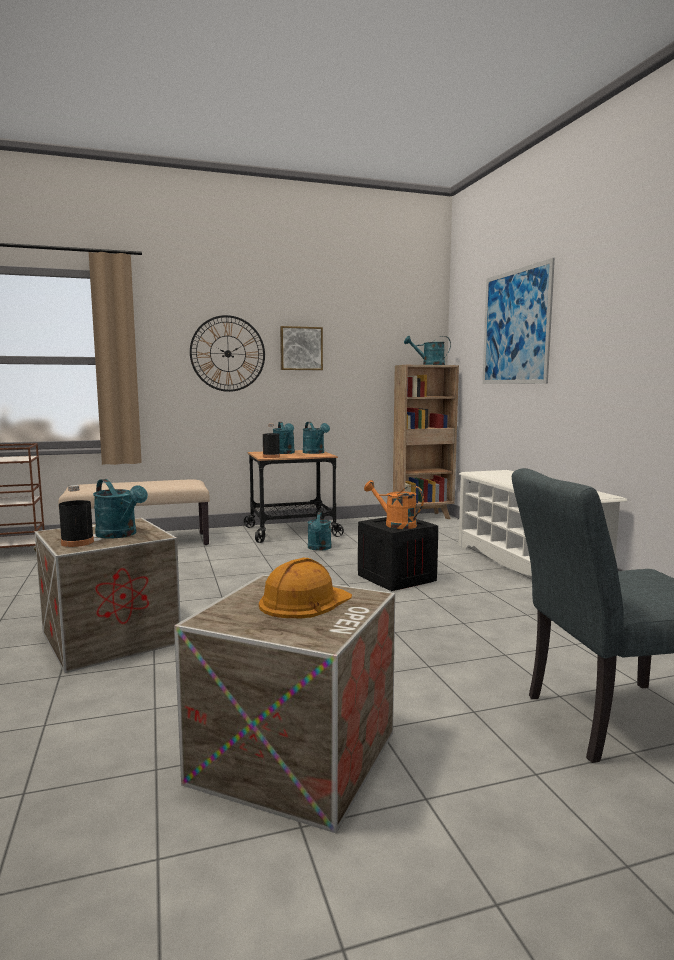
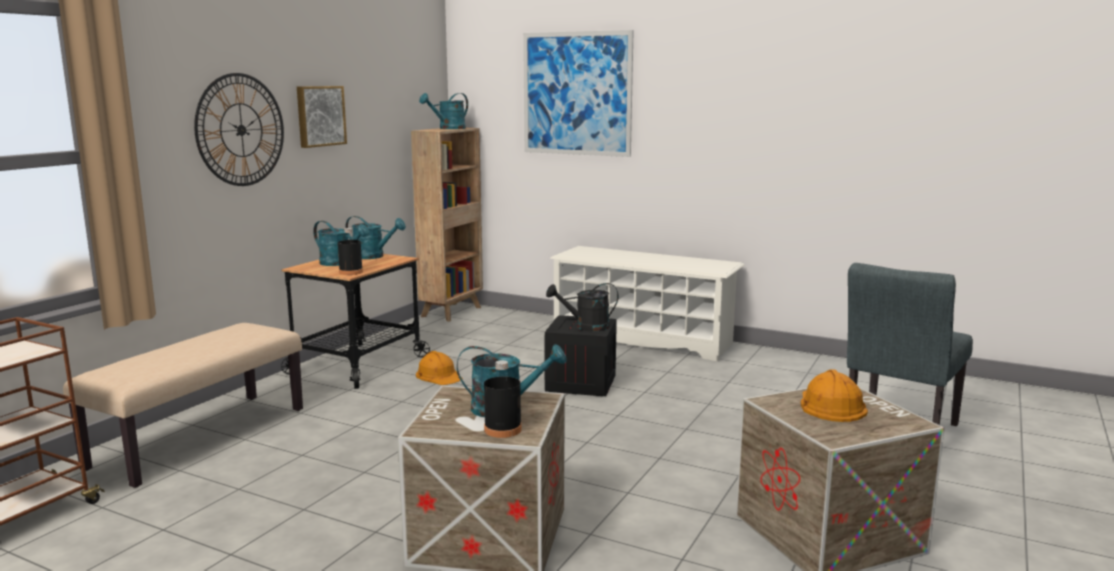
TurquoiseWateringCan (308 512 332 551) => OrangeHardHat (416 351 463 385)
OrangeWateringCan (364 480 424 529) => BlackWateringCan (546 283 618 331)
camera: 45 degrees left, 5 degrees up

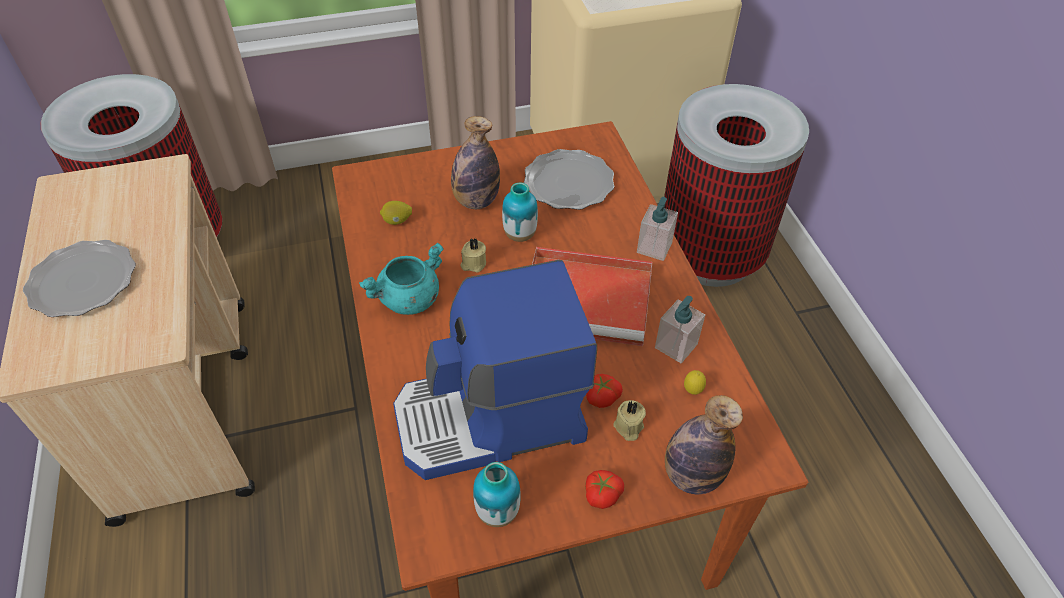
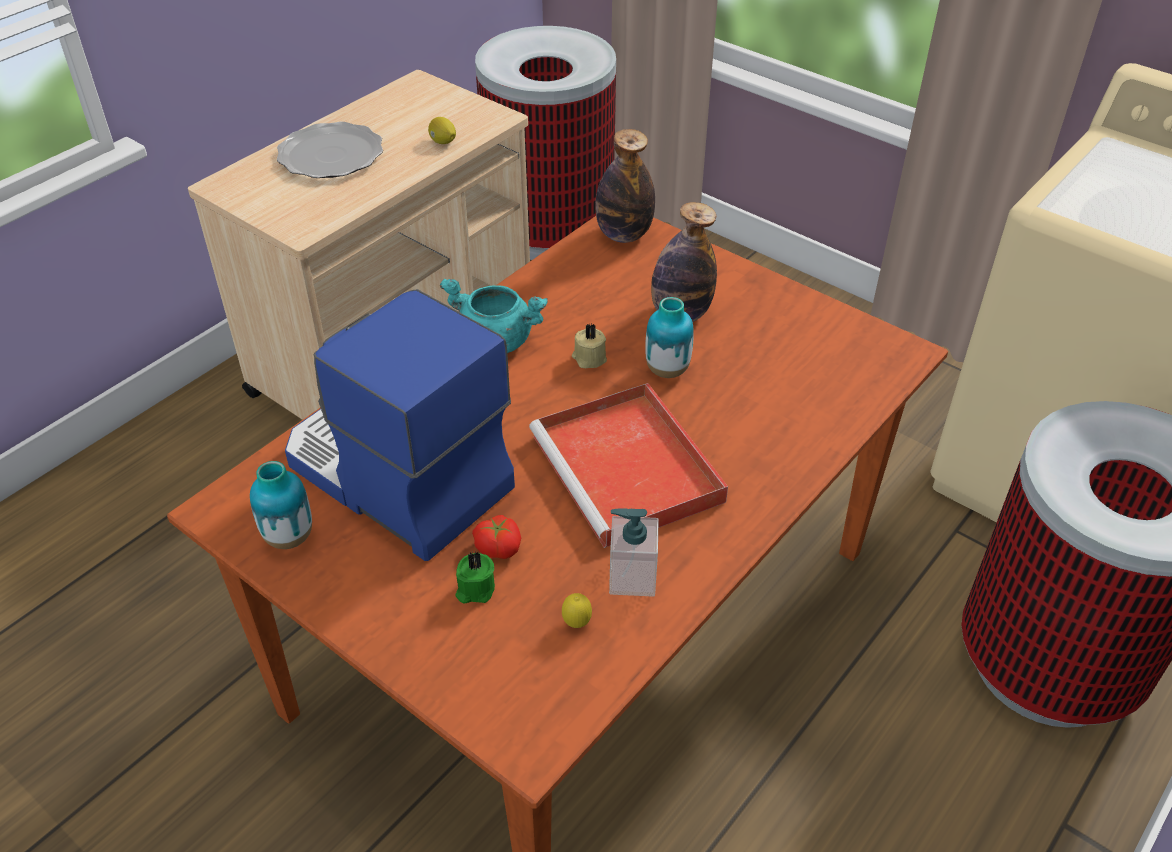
Lemon (380 201 412 225) => Lemon (428 117 456 144), move
BeigeCandle (613 400 646 441) => GreenCandle (455 551 495 603)
Bottle (665 395 743 494) => Bottle (595 129 655 243), move
Plate (524 149 615 210) => nothing
Tomato (585 470 624 509) => nothing
SoapDispenser (637 197 678 261) => nothing
camera: 55 degrees right, 5 degrees down

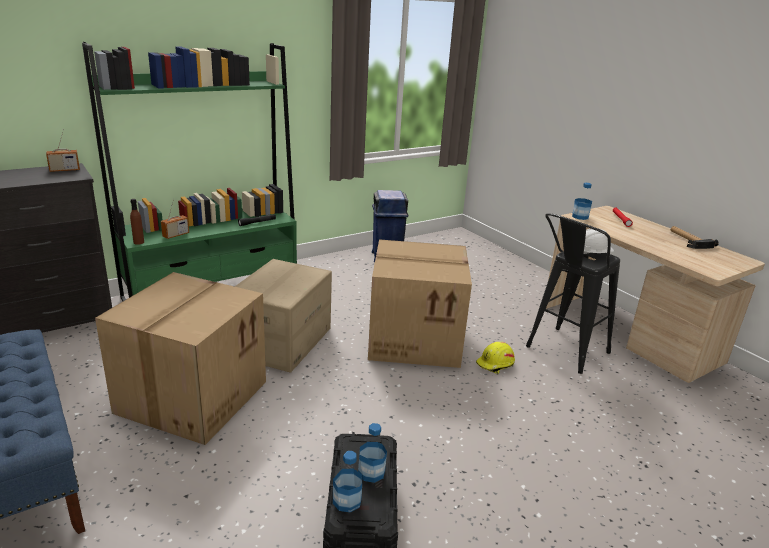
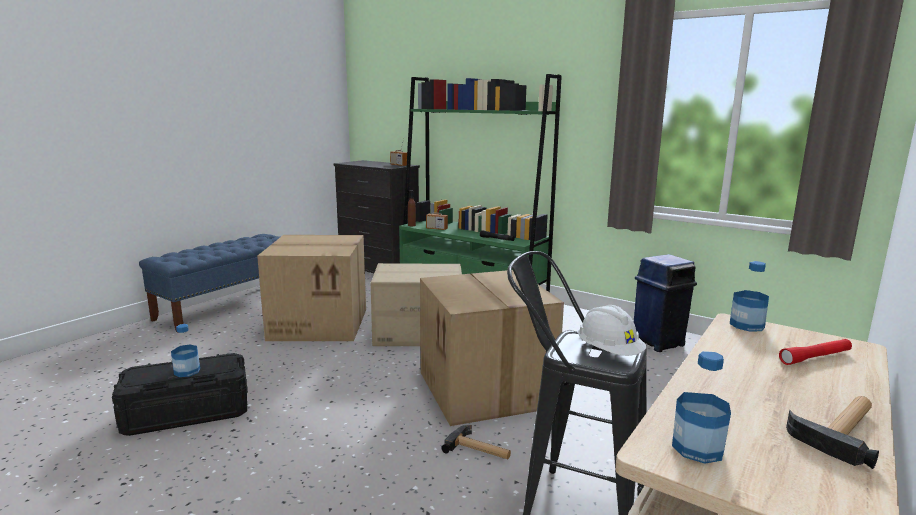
YellowHardHat (476 342 515 374) => Hammer (441 425 511 459)
Bottle (333 451 362 513) => Bottle (672 351 731 463), move
camera: 70 degrees right, 10 degrees down

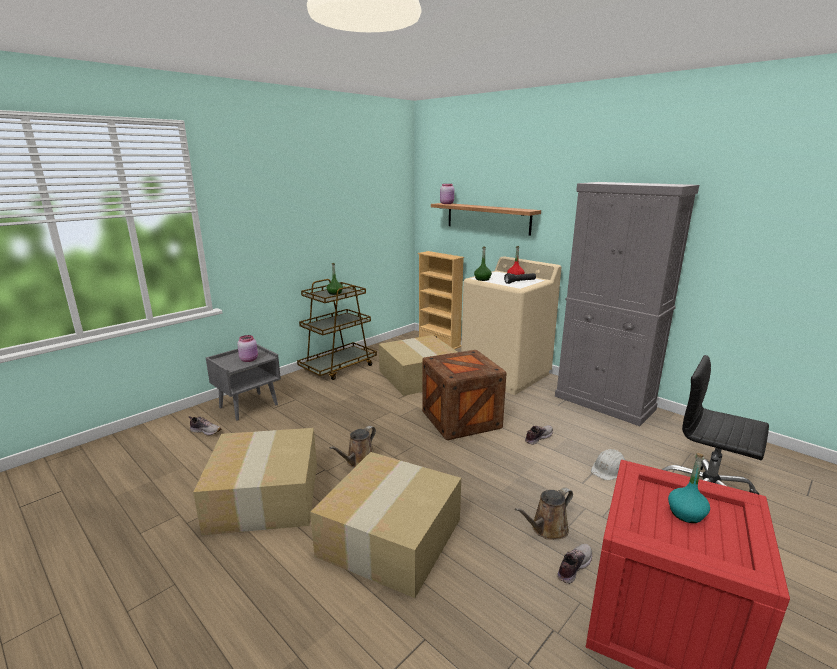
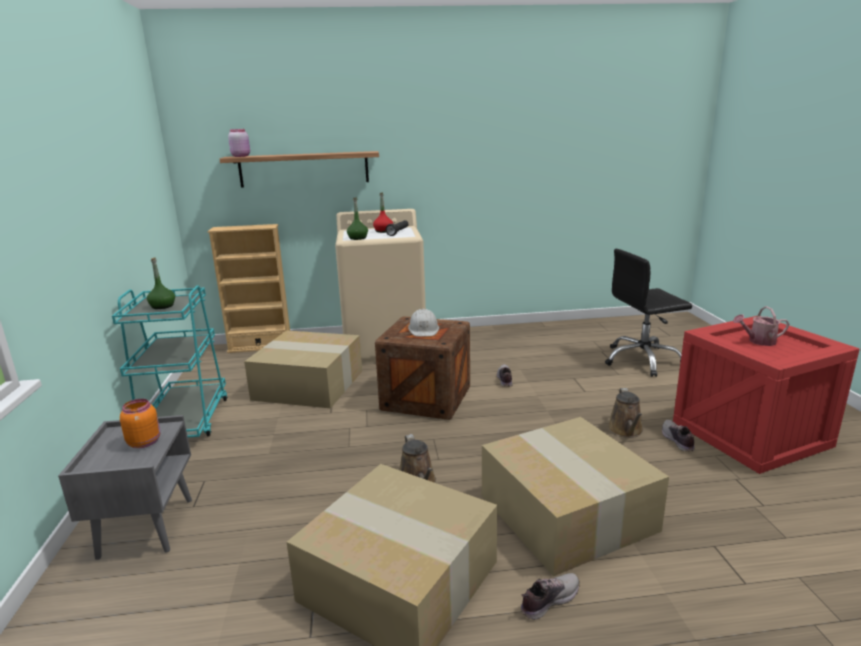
BrownCart (297 279 377 380) => TurquoiseCart (112 285 228 438)
PinkJar (237 335 258 362) => OrangeJar (120 399 160 448)
WhiteHardHat (591 449 625 481) => WhiteHardHat (408 309 439 337), move
Shoe (189 416 221 436) => Shoe (521 573 580 620), move
TurquoiseBottle (668 453 710 523) => WateringCan (733 306 789 346)
GreyCabinet (555 182 699 426) => nothing
camera: 50 degrees left, 0 degrees up

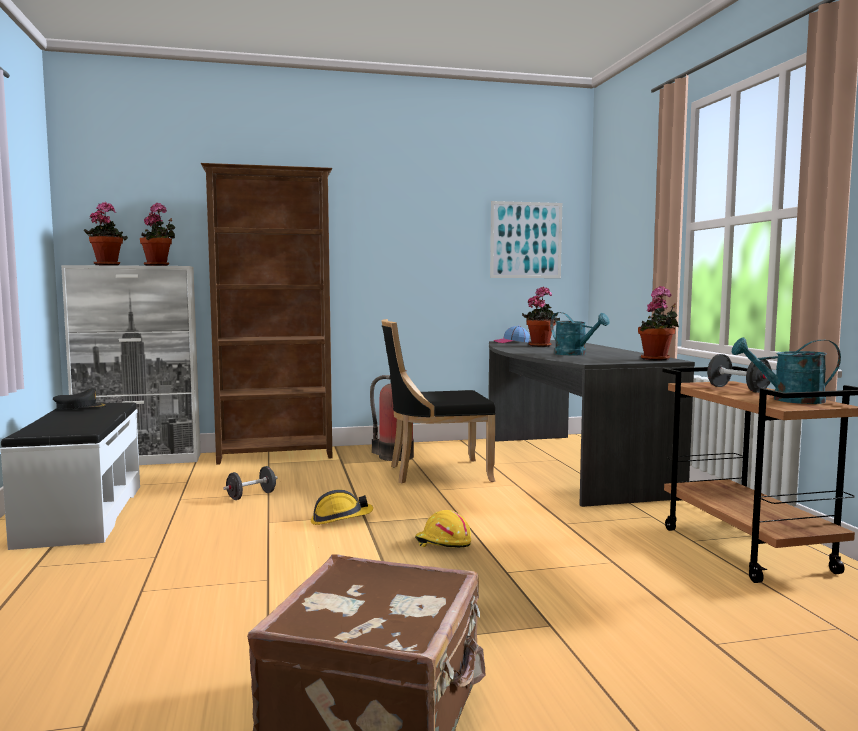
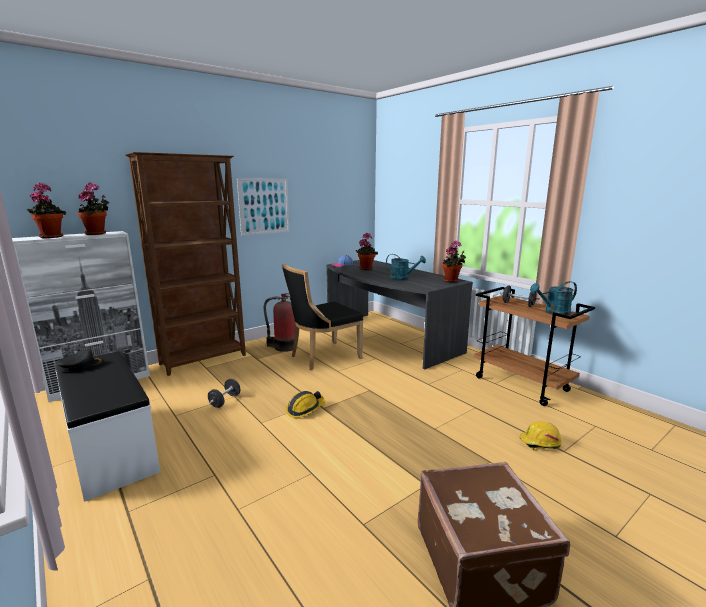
Picture (490 201 562 278) => Picture (237 179 289 236), move
YellowHardHat (415 510 471 548) => YellowHardHat (520 421 562 451), move
camera: 25 degrees left, 10 degrees up

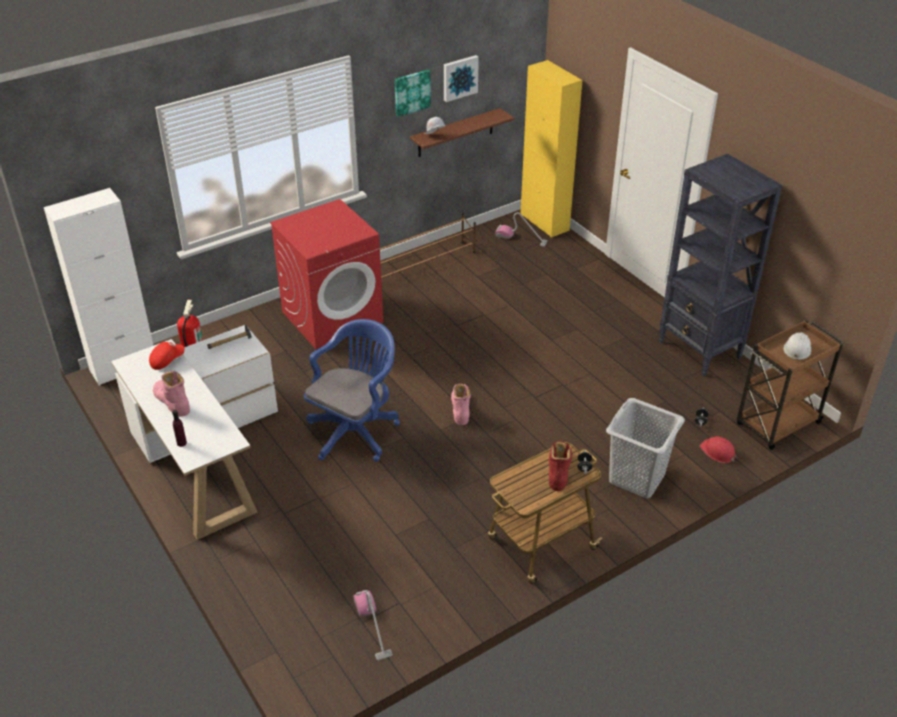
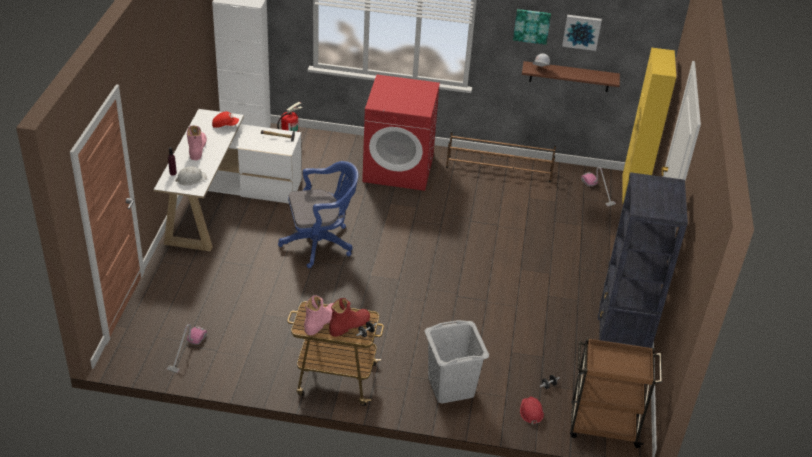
WhiteHardHat (783 332 811 360) => WhiteHardHat (175 166 207 185), move
PinkBoot (451 384 471 425) => PinkBoot (304 295 334 335), move
camera: 40 degrees right, 0 degrees up

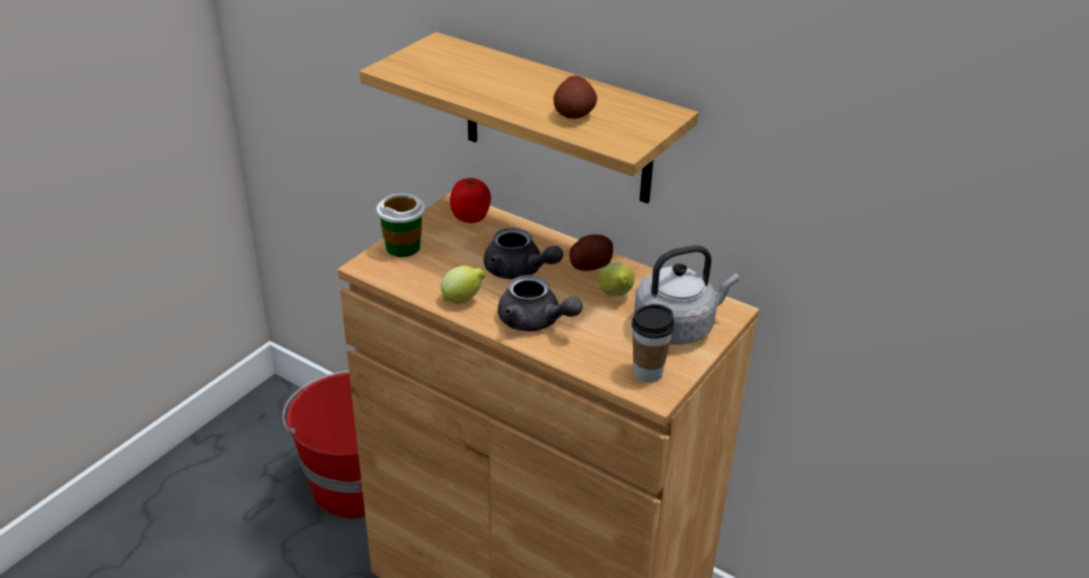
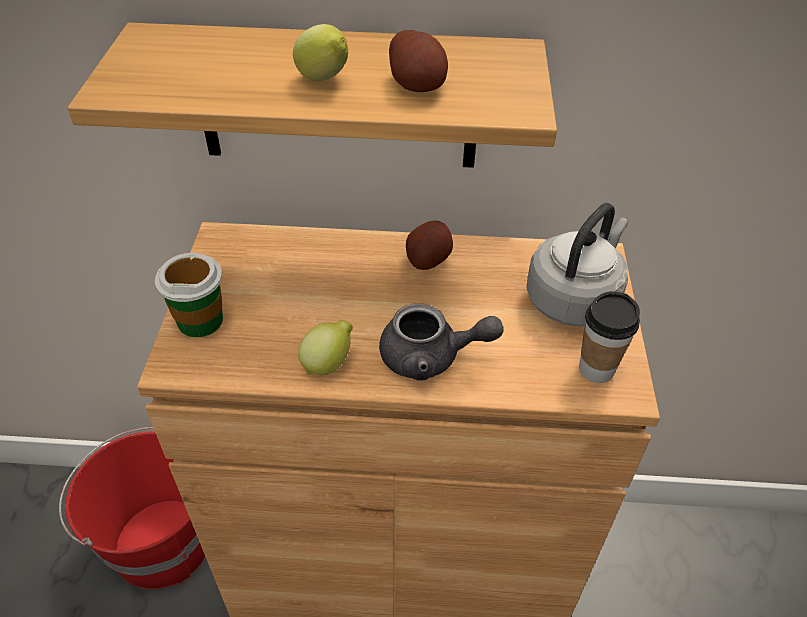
Lemon (599 262 635 297) => Lemon (293 24 348 81), move
Tomato (450 178 491 223) => nothing
GreyTeapot (484 228 563 280) => nothing
camera: 30 degrees left, 10 degrees up

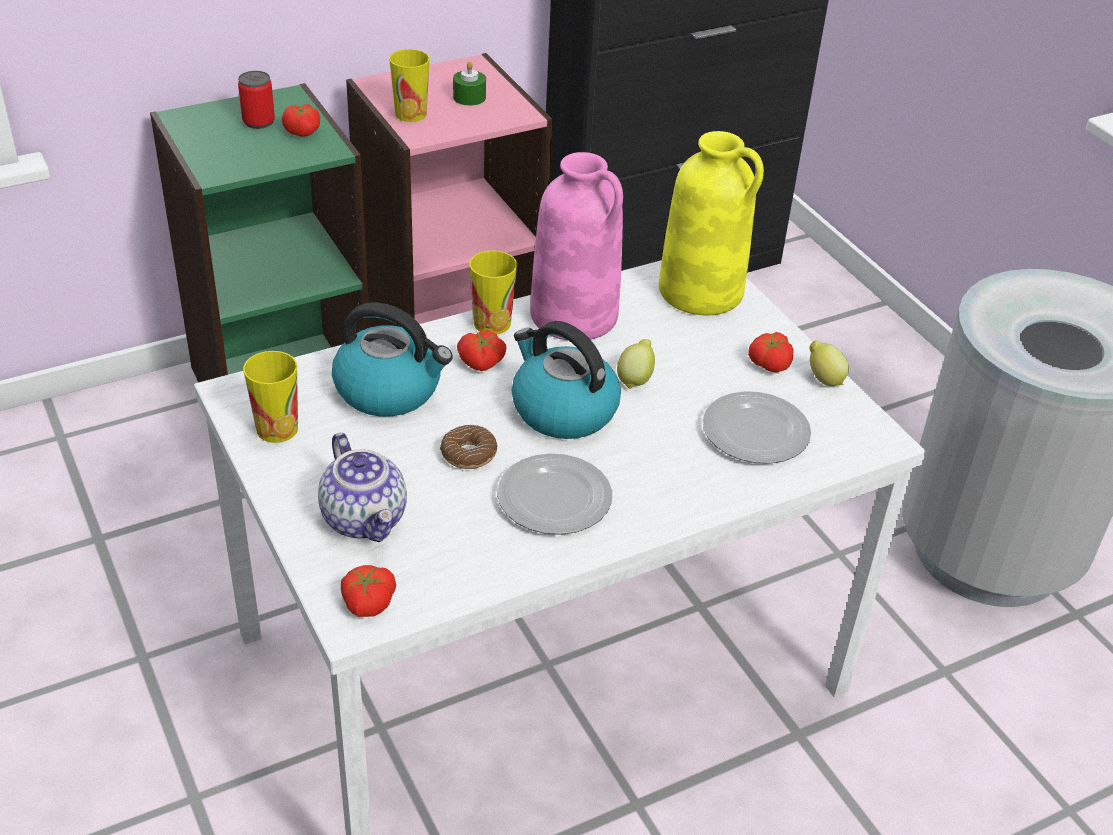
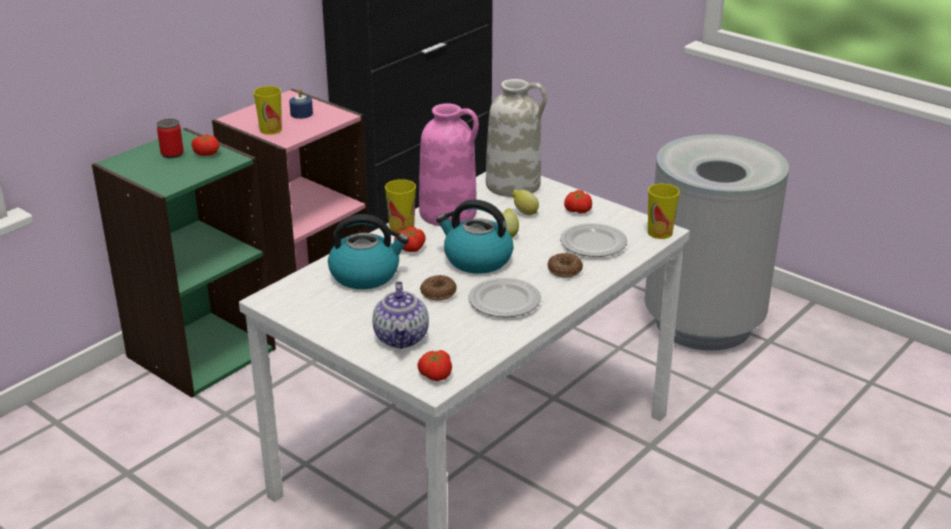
GreenCandle (453 61 486 106) => BlueCandle (289 89 313 119)
Teapot (318 433 407 542) => Teapot (372 281 429 349), 45 degrees clockwise
YellowVase (659 131 764 315) => WhiteVase (486 79 547 197)
Lemon (809 340 849 386) => Lemon (512 190 539 215), move
nothing => Donut (547 253 583 278)
Cup (243 351 298 443) => Cup (648 184 680 239), move
camera: 20 degrees left, 10 degrees down

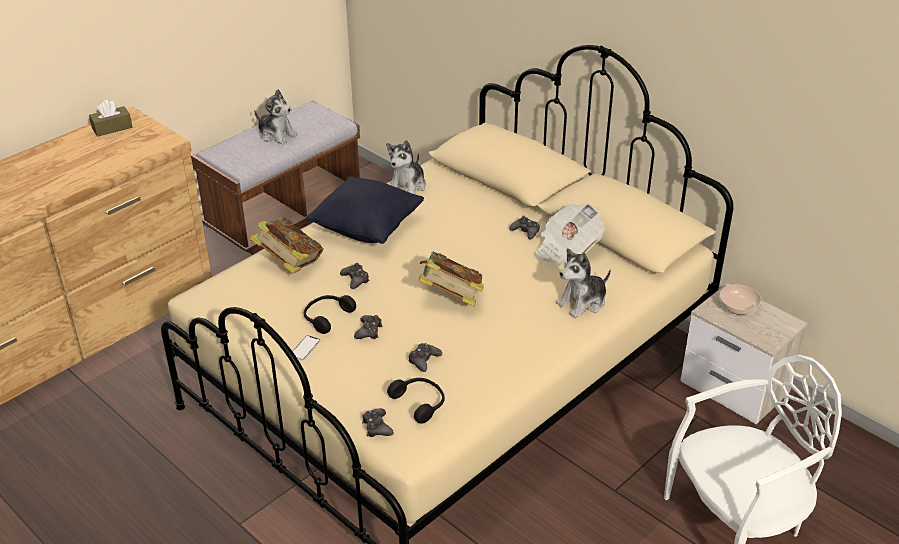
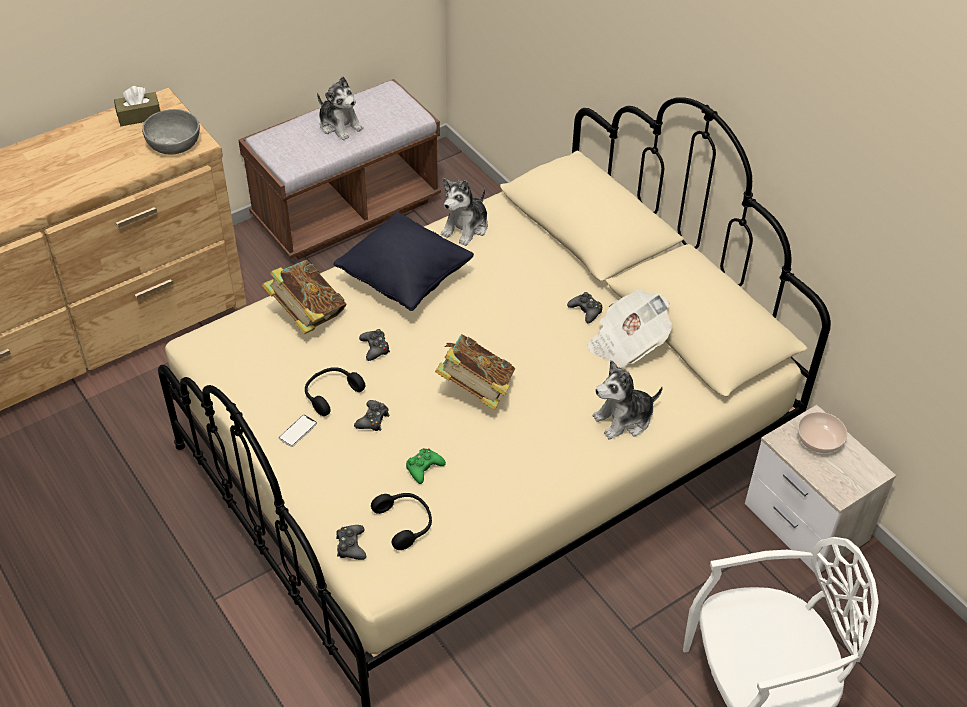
nothing => GreyBowl (142 109 200 155)
BlackGameController (409 343 442 372) => GreenGameController (406 448 446 484)
camera: 10 degrees right, 10 degrees up

